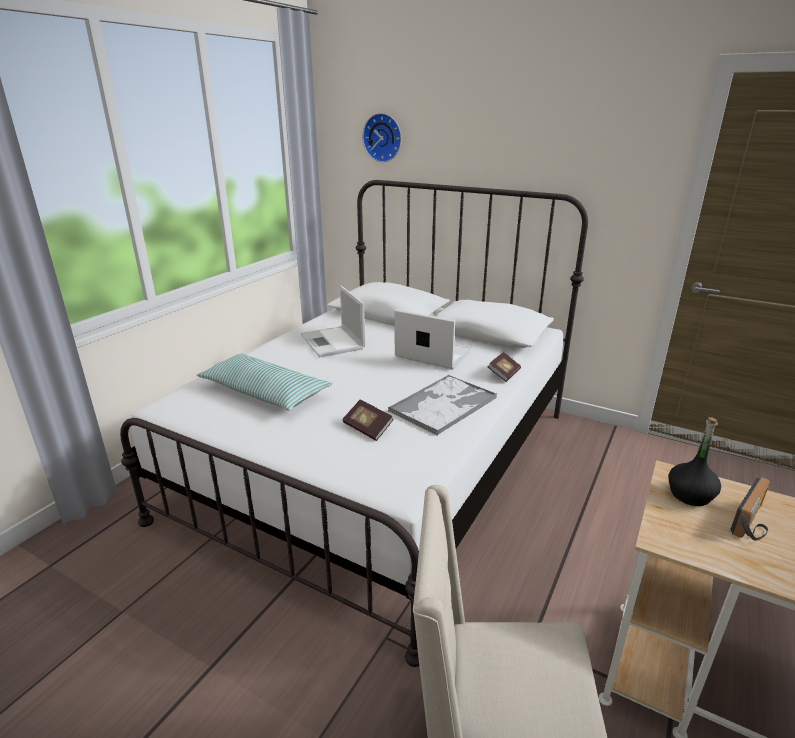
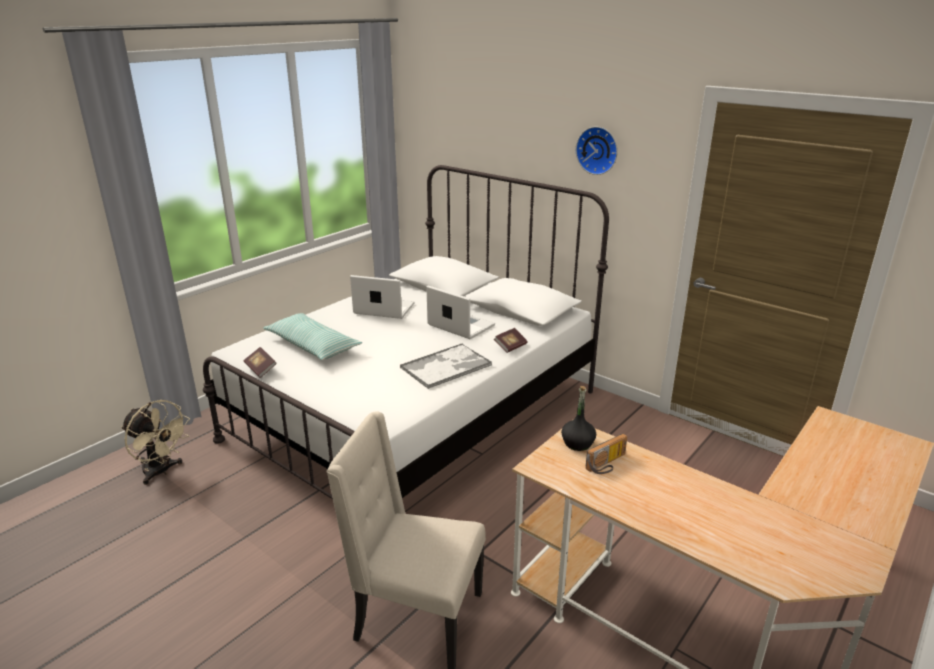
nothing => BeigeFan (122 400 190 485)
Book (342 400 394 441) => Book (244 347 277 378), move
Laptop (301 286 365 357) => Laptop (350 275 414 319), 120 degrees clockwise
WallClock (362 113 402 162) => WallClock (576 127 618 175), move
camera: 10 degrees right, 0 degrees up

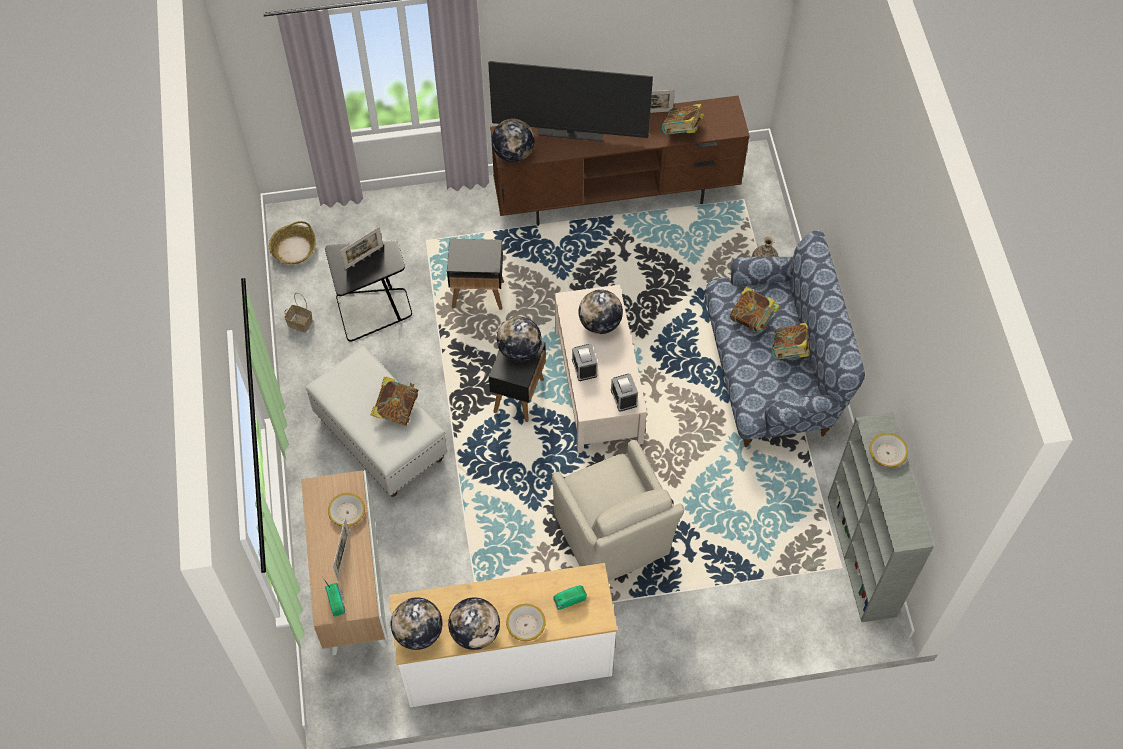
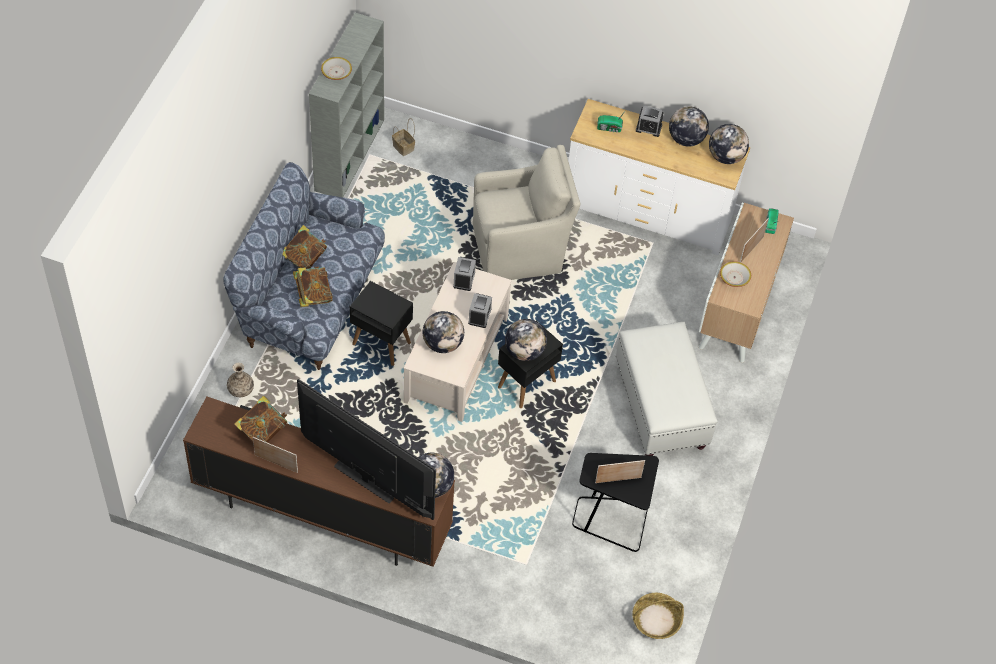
BlackSideTable (447 238 504 310) => BlackSideTable (350 281 413 366), move
Basket (284 293 313 333) => Basket (392 118 415 156), move
BeigeArmchair (552 440 684 581) => BeigeArmchair (473 145 580 280), 75 degrees clockwise
Bowl (506 604 546 641) => AlarmClock (636 105 664 137)
Book (371 376 418 426) => nothing
camera: 155 degrees left, 5 degrees down

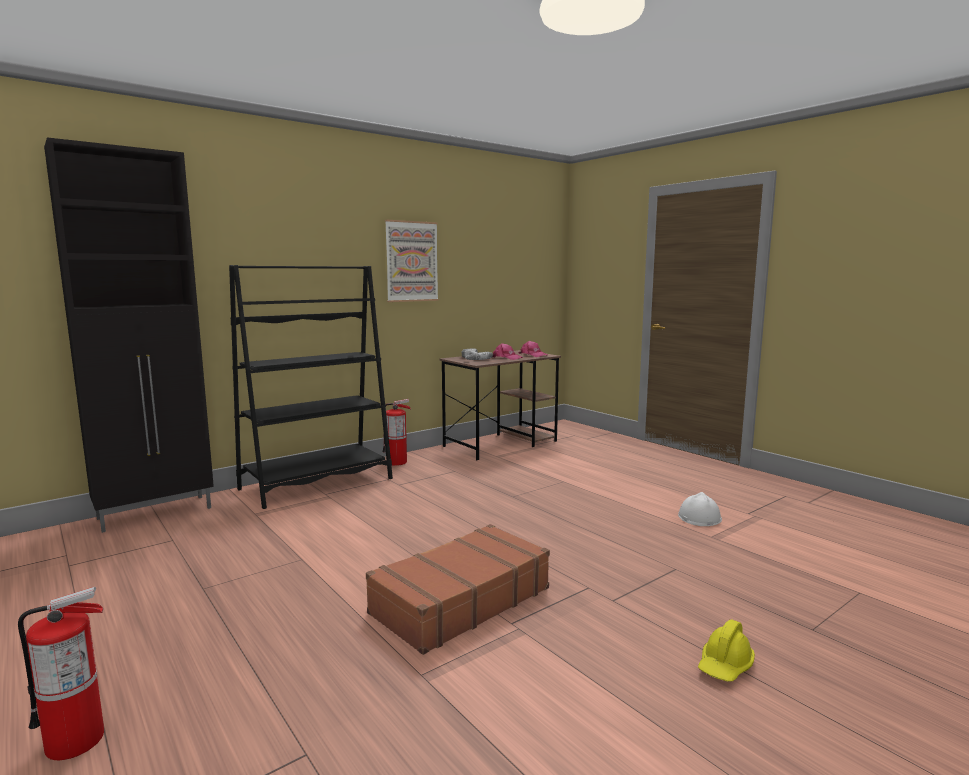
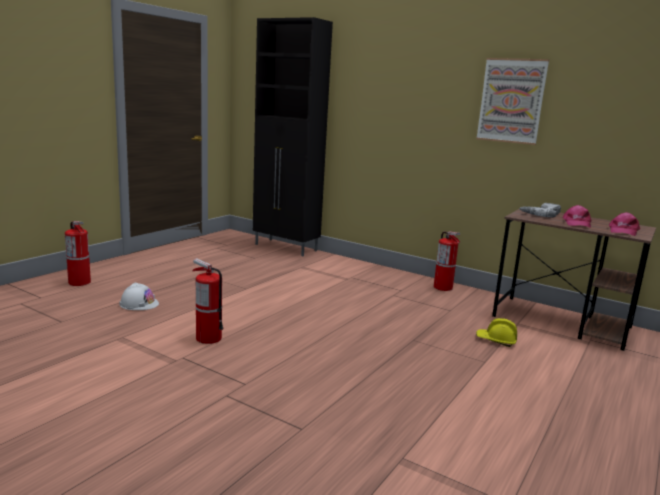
WhiteHardHat (678 492 722 526) => WhiteHardHat (120 283 159 310), move
BrownSuitcase (366 524 550 655) => FireExtinguisher (193 258 224 344)
YellowHardHat (698 619 755 682) => YellowHardHat (476 318 517 347), move
BlackBookcase (229 265 393 509) => nothing
camera: 70 degrees right, 5 degrees up

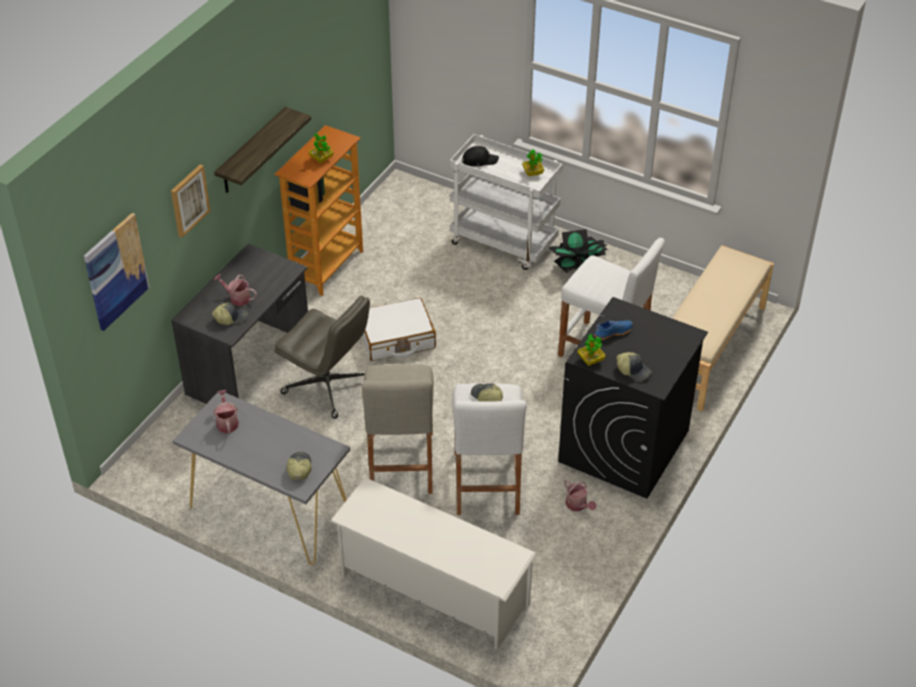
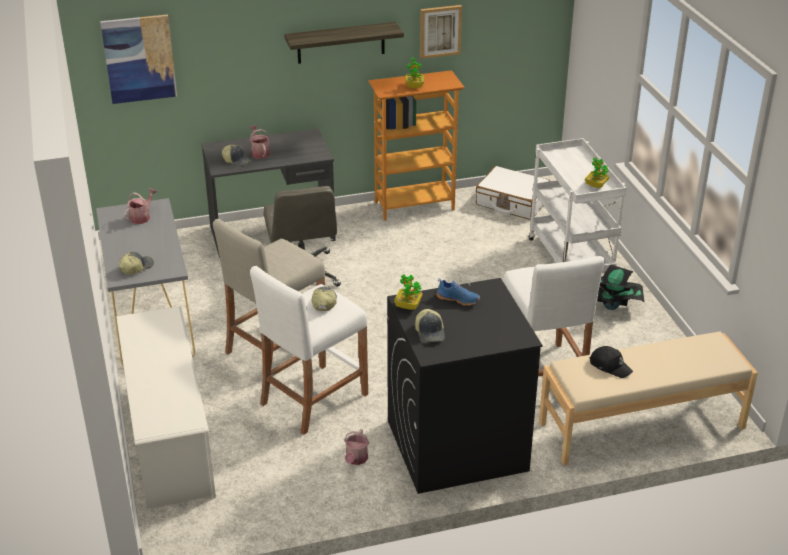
Picture (171 164 210 238) => Picture (420 5 462 59), move
WhiteSuitcase (362 298 436 361) => WhiteSuitcase (476 166 550 220), move
BlackCap (462 146 499 166) => BlackCap (589 346 633 378), move
camera: 45 degrees right, 10 degrees down

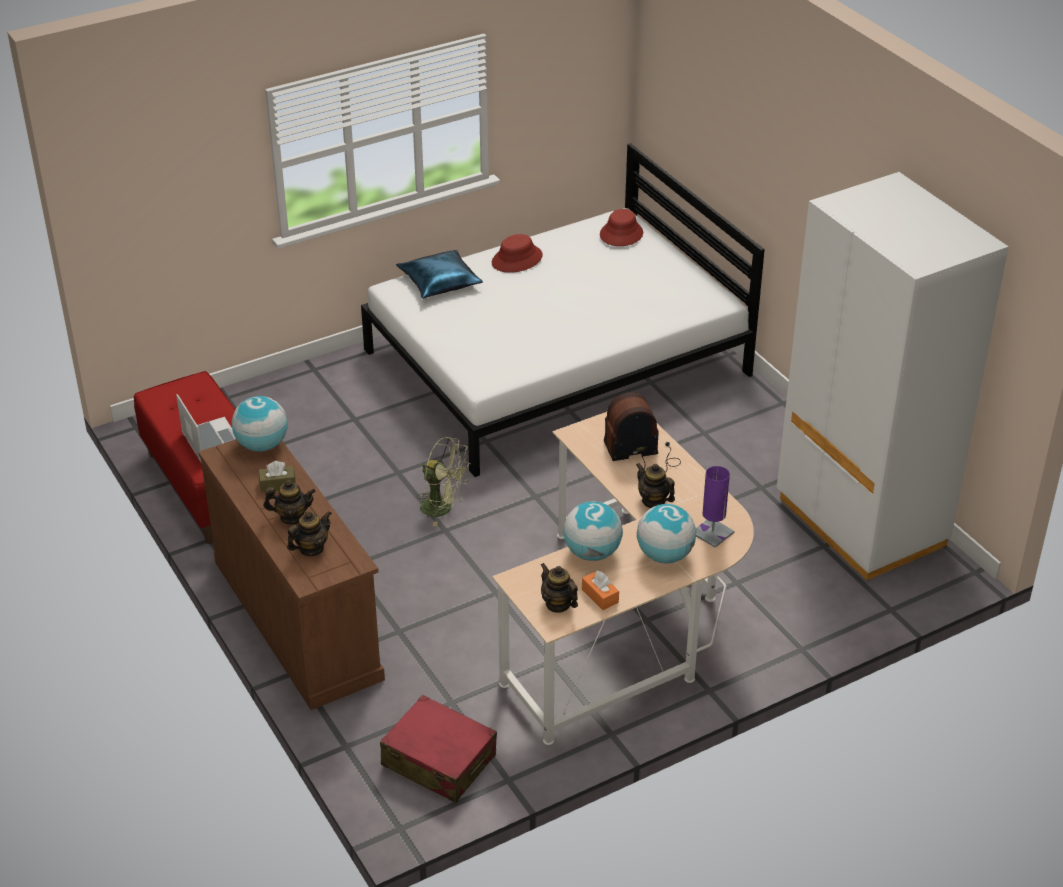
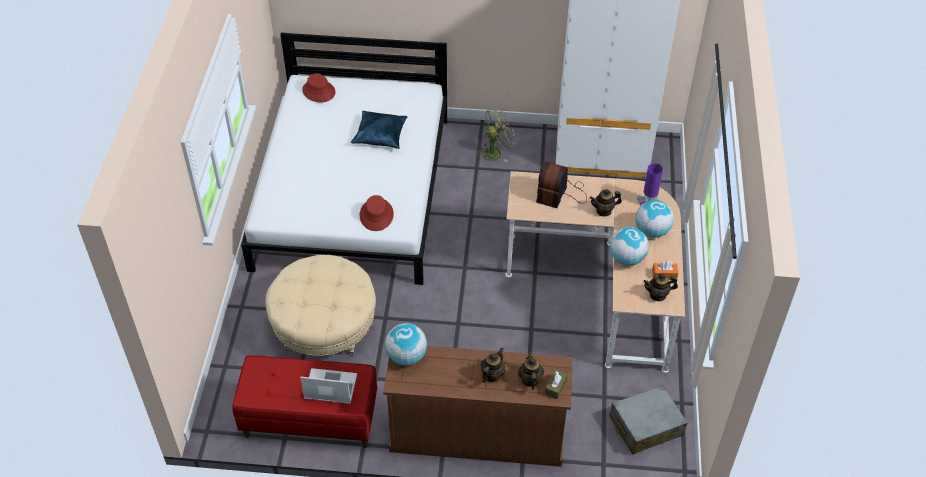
nothing => BeigeOttoman (265 255 376 356)
BluePillow (396 250 483 299) => BluePillow (351 111 407 149), move
RedHat (492 234 543 273) => RedHat (360 195 394 231), move
GreenFan (417 437 471 526) => GreenFan (476 107 517 162), move
BrownTissueBox (259 461 296 492) => BrownTissueBox (545 369 568 399), move
RedSuitcase (380 695 497 803) => GreySuitcase (609 385 688 454)
camera: 55 degrees left, 10 degrees up

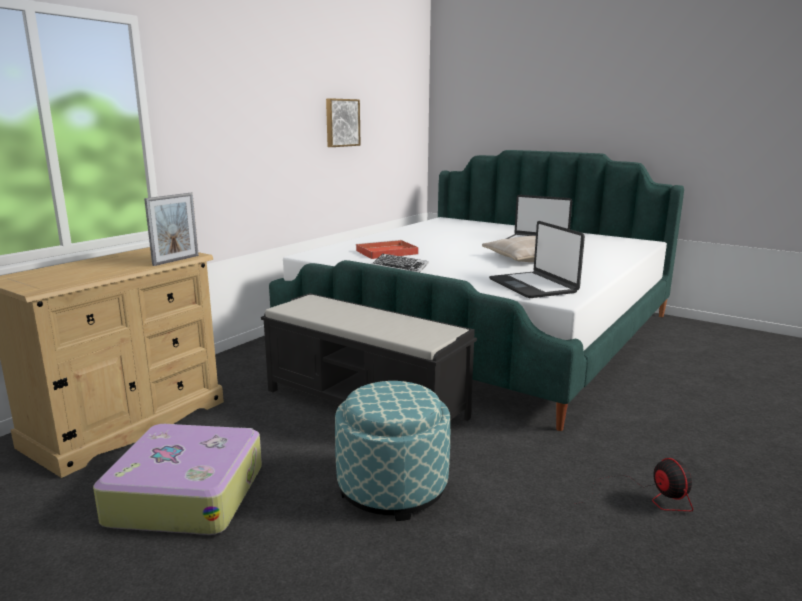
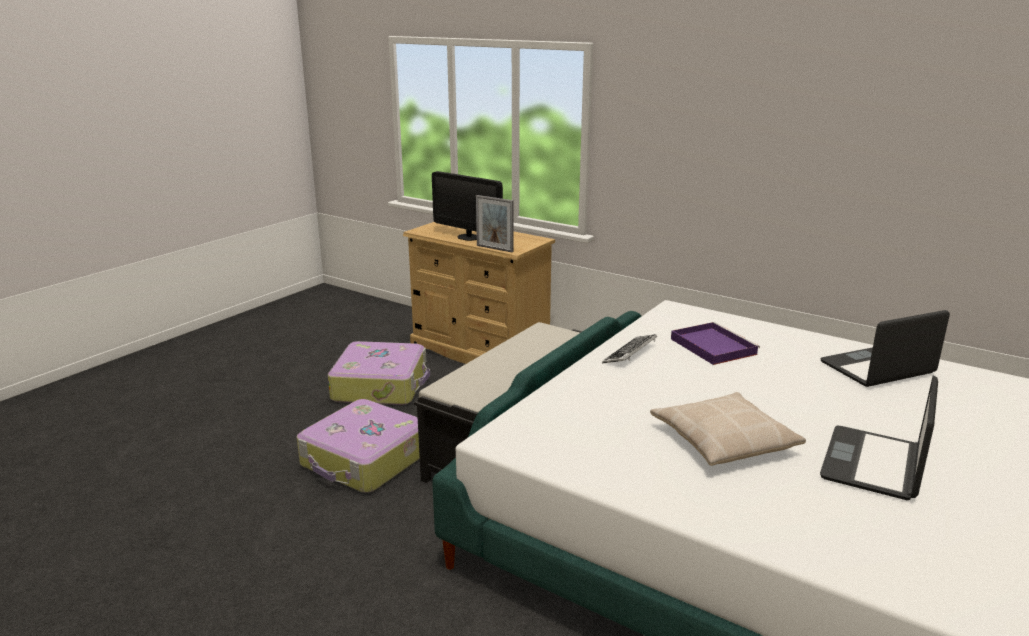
Ottoman (335 381 450 521) => Suitcase (297 399 420 493)
nothing => Monitor (432 171 503 241)
RedTray (356 240 419 259) => PurpleTray (671 322 760 365)
Laptop (489 221 585 298) => Laptop (820 310 950 387), move
Picture (326 98 360 147) => nothing
Fan (575 458 693 511) => nothing
camera: 90 degrees right, 5 degrees up

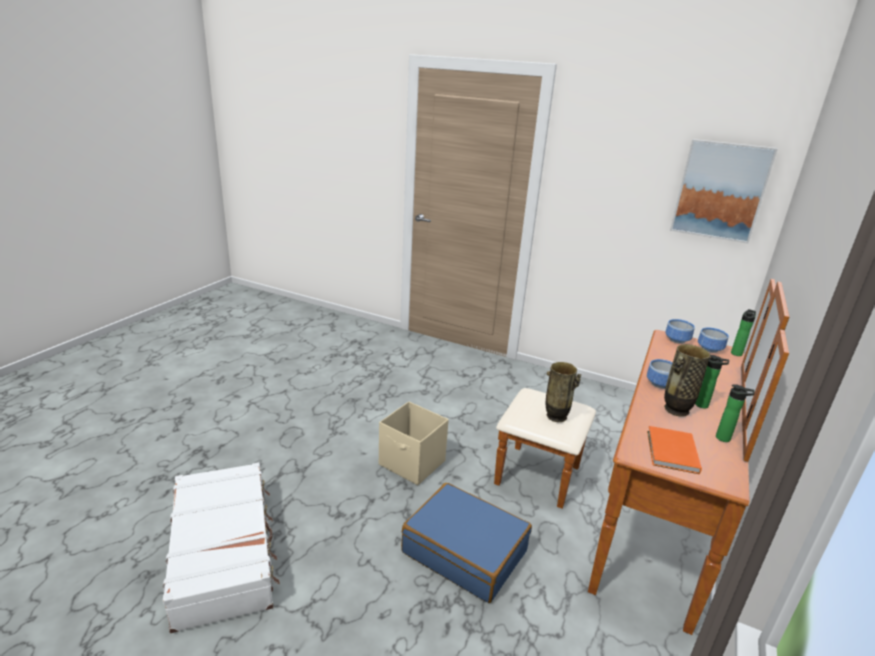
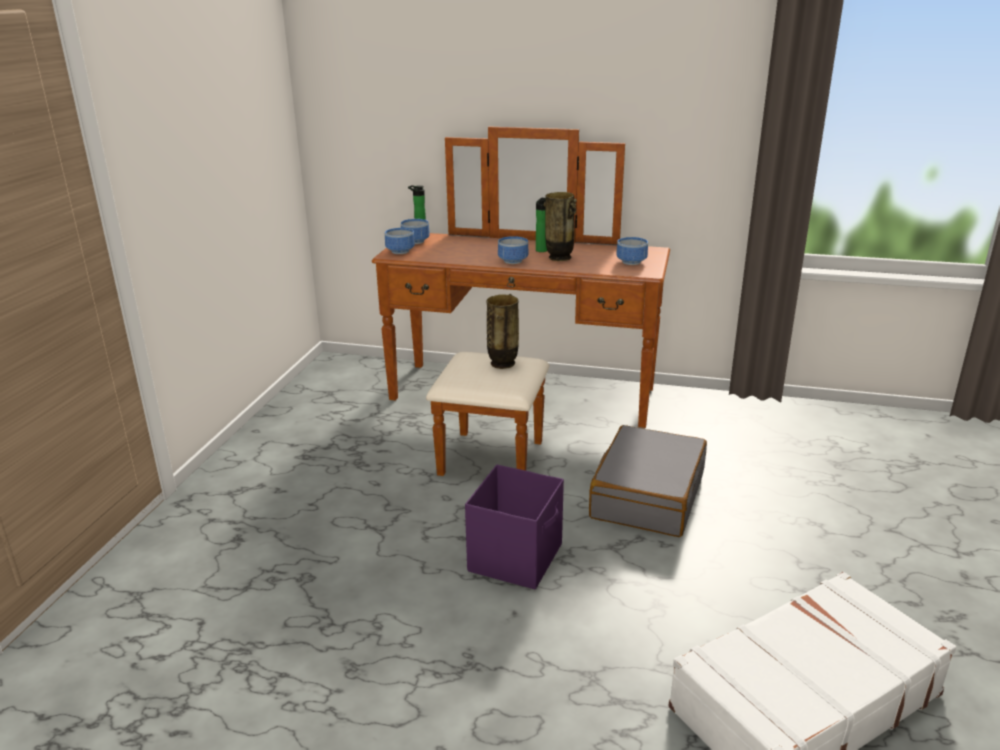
BeigeStorageBox (379 401 449 485) => PurpleStorageBox (465 464 564 589)
BlueSuitcase (401 483 532 603) => GreySuitcase (589 425 707 537)
OrangeBook (647 426 702 474) => Bowl (616 237 648 265)
Picture (670 139 778 243) => nothing
Bottle (716 384 755 442) => nothing
camera: 100 degrees left, 0 degrees up

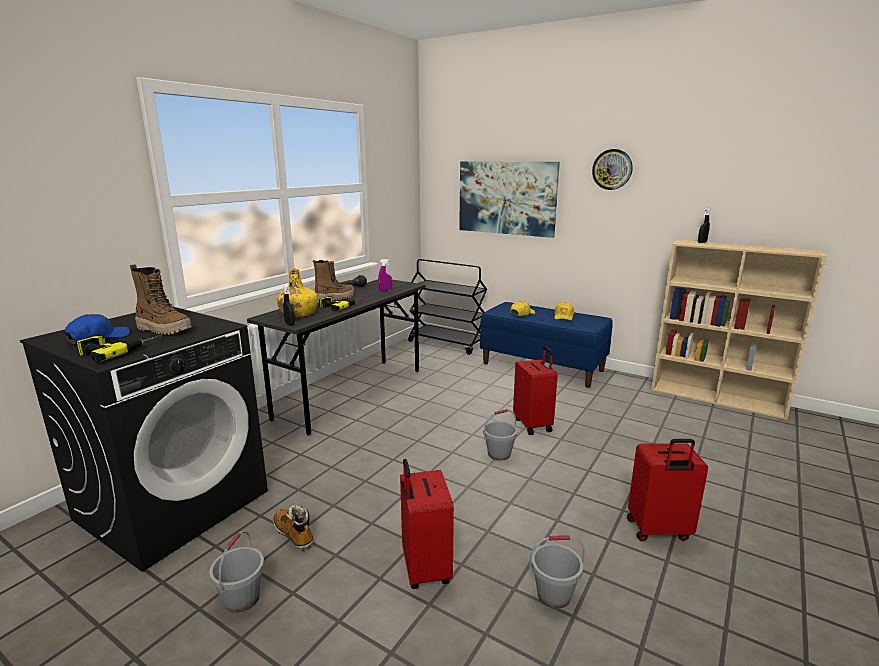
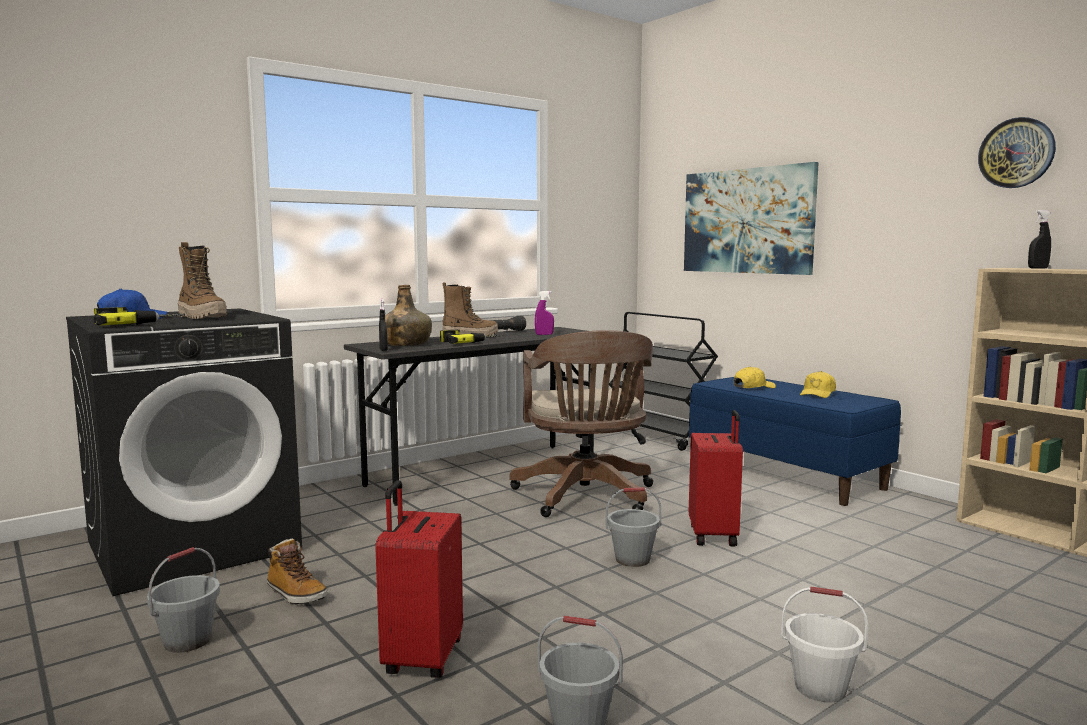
Boot (273 504 314 551) => Boot (267 538 328 605), 150 degrees clockwise
YellowBottle (277 269 318 317) => GreenBottle (385 285 432 346)
nothing => BrownOfficeChair (509 330 653 517)
RedSuitcase (627 439 708 541) => WhiteBucket (781 586 868 703)
WallClock (592 149 633 190) => WallClock (978 117 1056 188), move
camera: 20 degrees right, 10 degrees down

